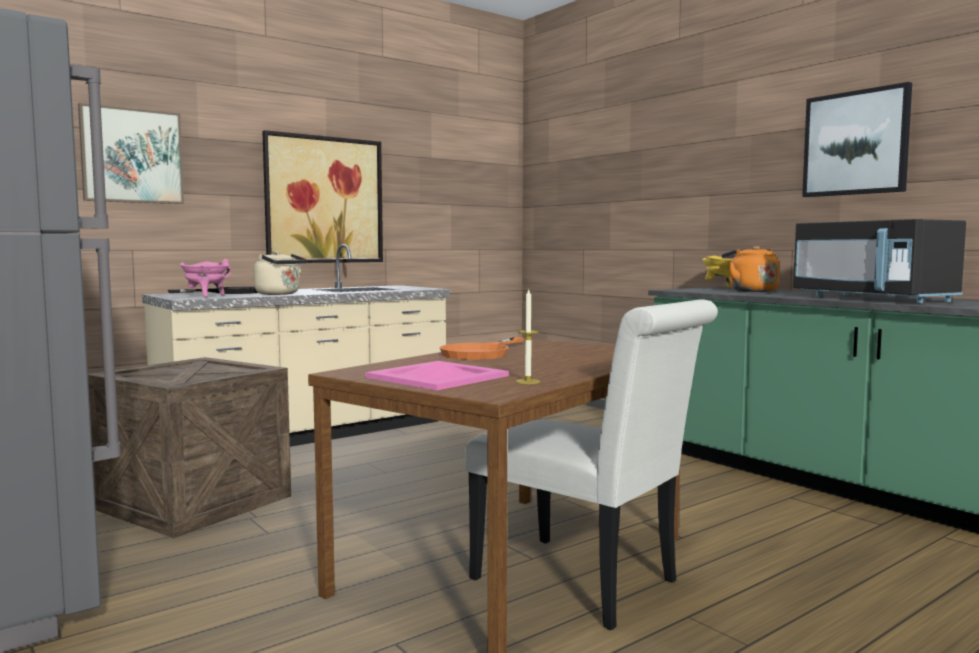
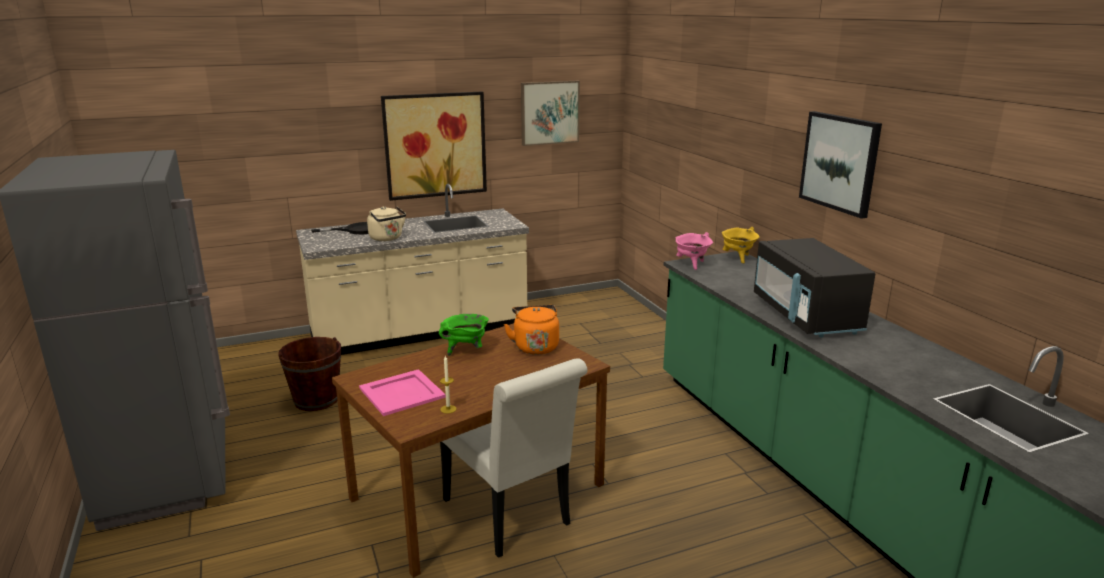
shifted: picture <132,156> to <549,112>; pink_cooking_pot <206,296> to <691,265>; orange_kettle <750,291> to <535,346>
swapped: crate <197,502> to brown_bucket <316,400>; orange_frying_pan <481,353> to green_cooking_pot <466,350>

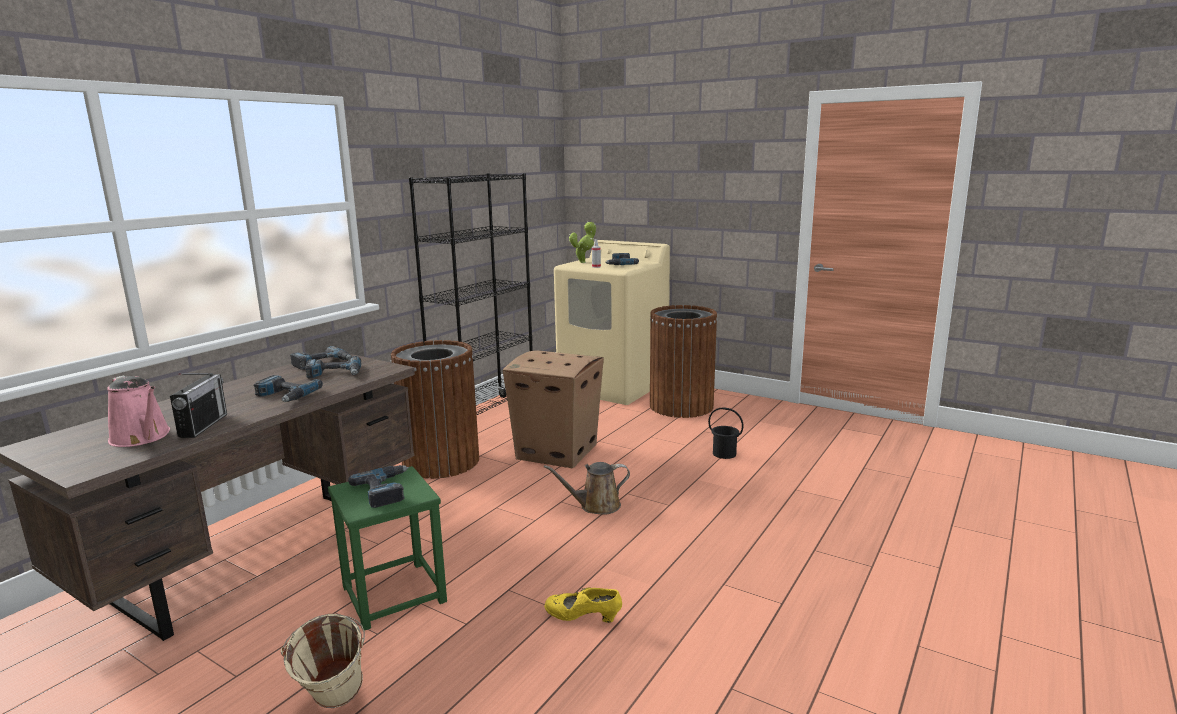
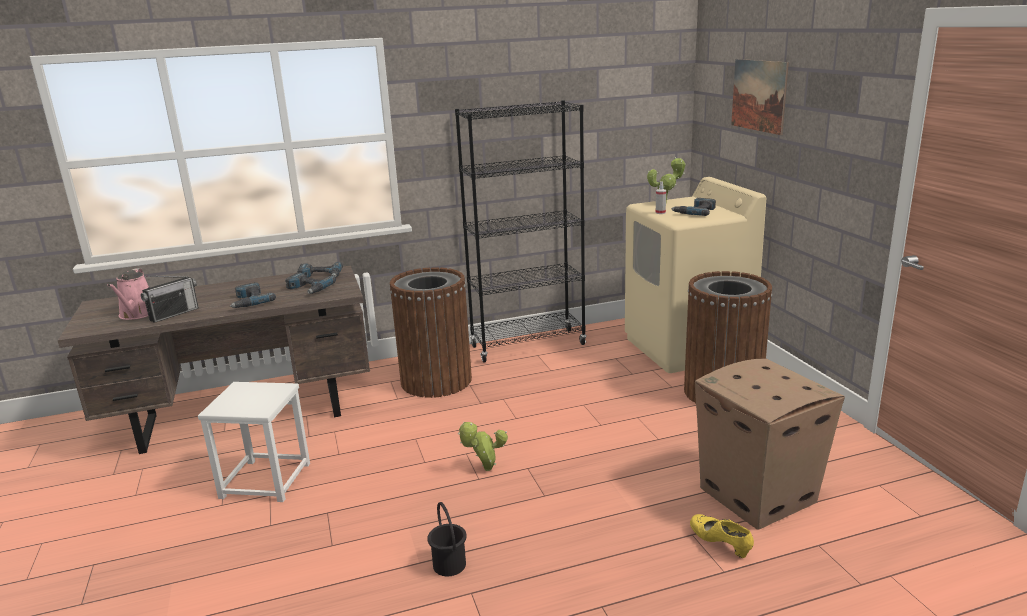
gone: beige_bucket <333,705>; power_drill <386,490>
new: picture <759,95>
shifted: cardboard_box <558,451> to <758,495>; yellow_shoe <583,618> to <720,544>; black_bucket <724,454> to <449,565>
swapped: brown_watering_can <596,506> to potted_plant <485,469>
repainted: green_stool <394,595> to white_stool <265,481>

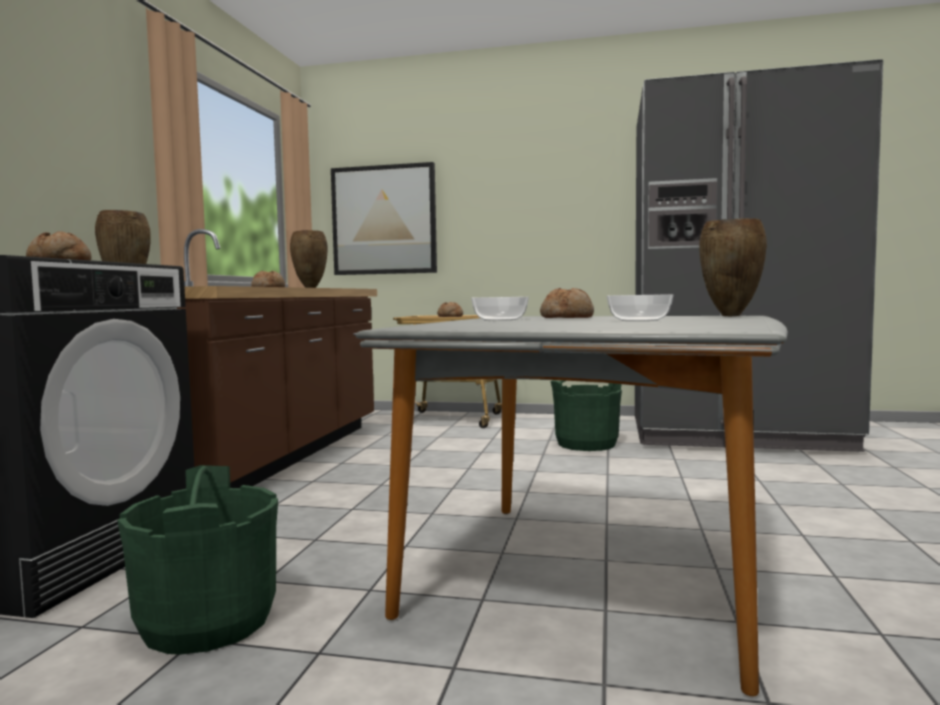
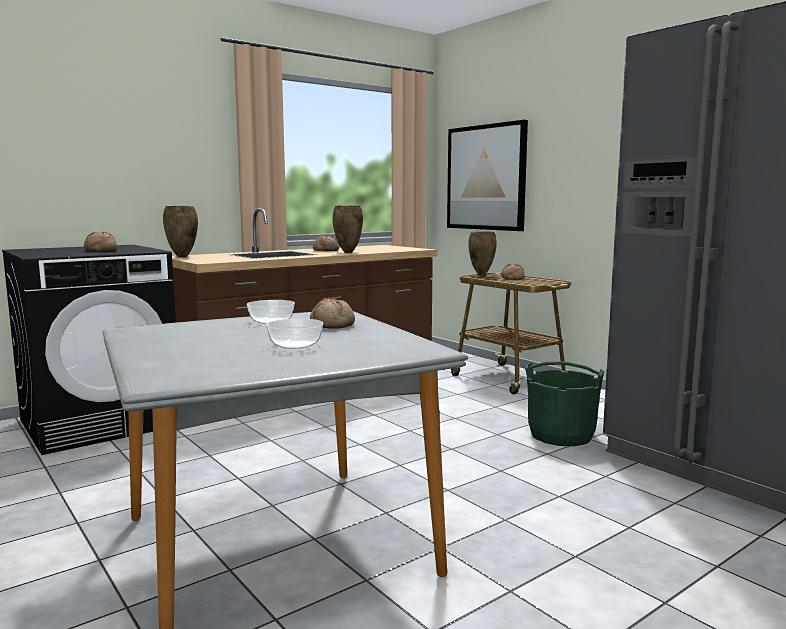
gone: green_bucket <206,621>
shifted: brown_vase <731,316> to <481,274>

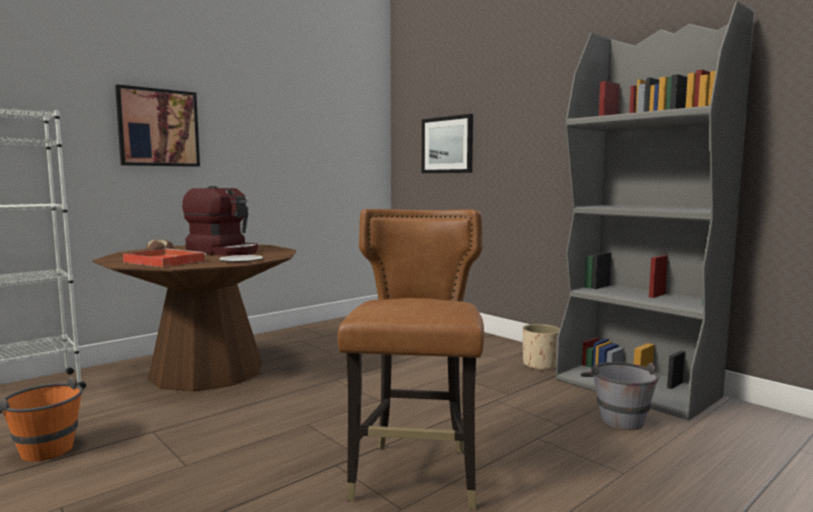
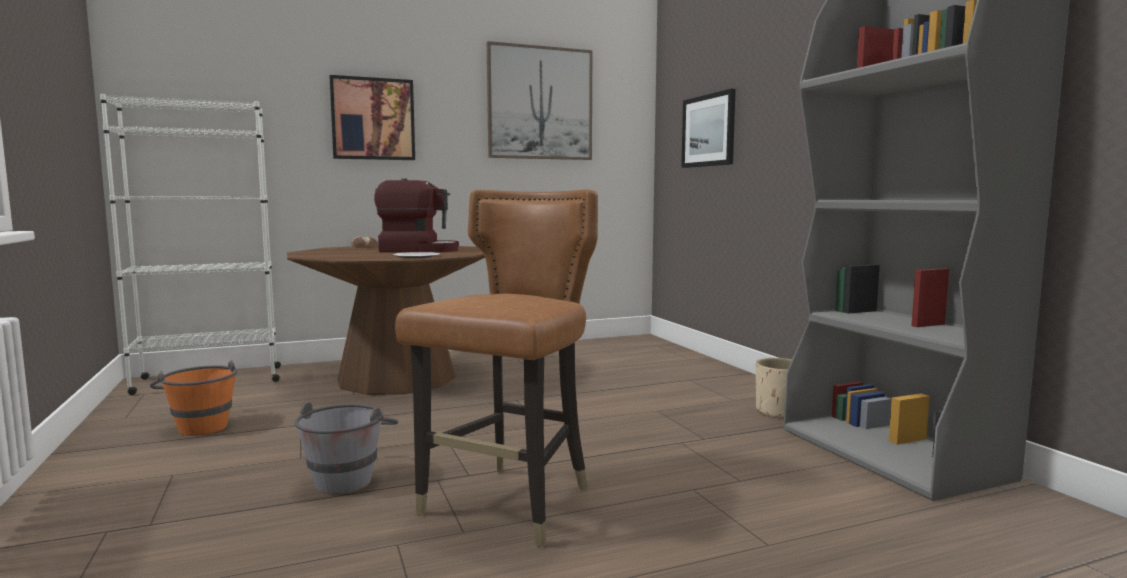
gone: red_tray <163,261>
new: picture <540,103>
shifted: grey_bucket <617,417> to <349,478>
rotated: coffee_machine <224,252> = <419,250> 45 degrees counterclockwise

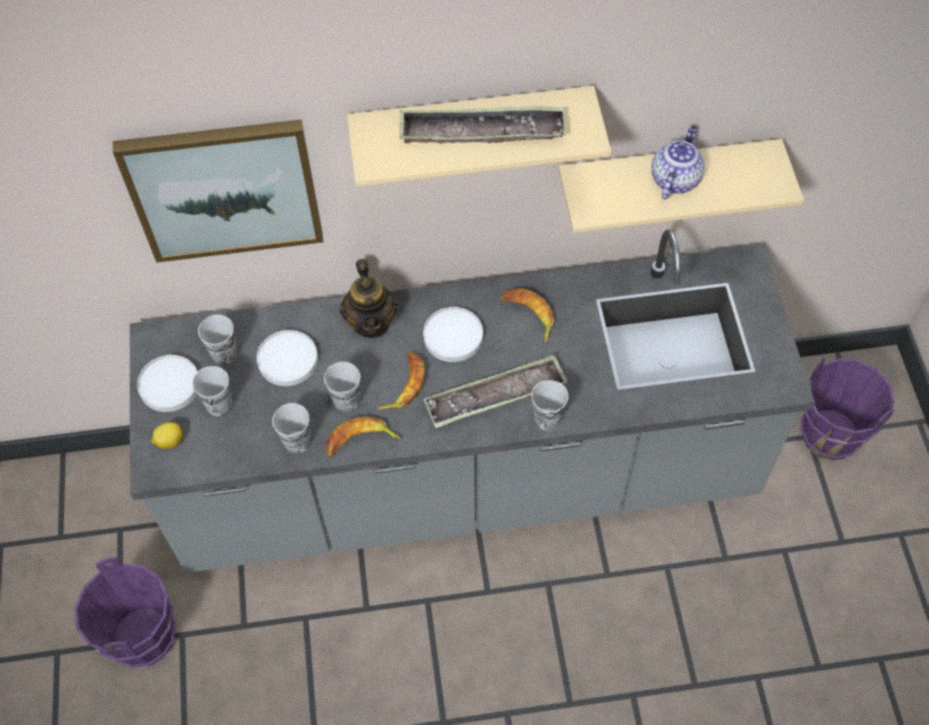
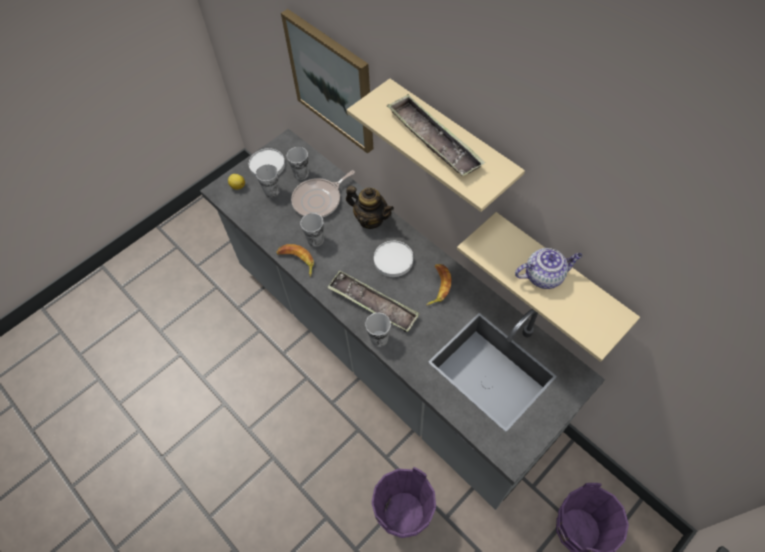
gone: cup <297,442>; banana <403,385>
shifted: purple_bucket <145,637> to <404,513>
swapped: white_plate <288,360> to frying_pan <319,200>
rotated: teapot <371,322> = <370,219> 105 degrees counterclockwise

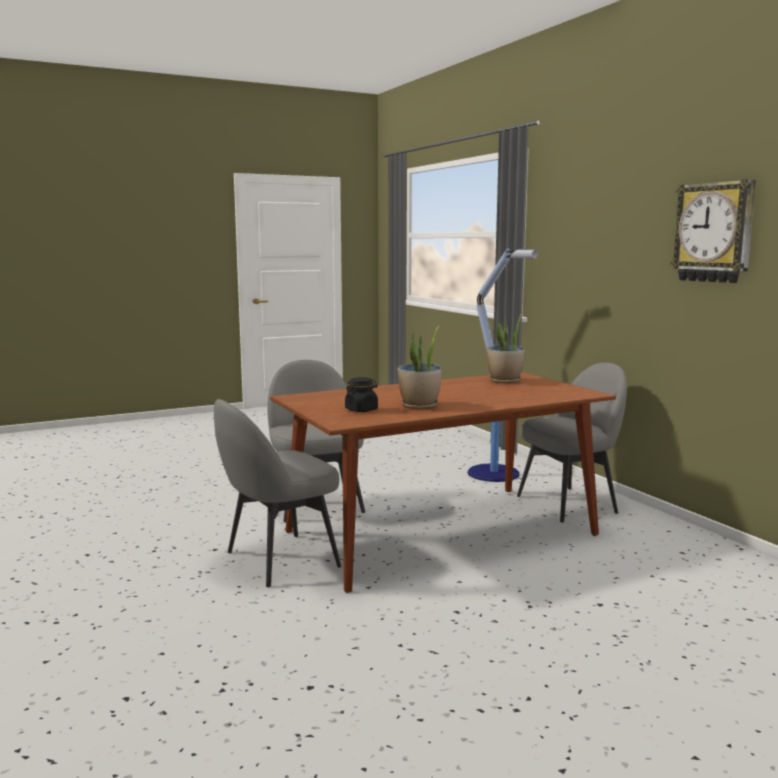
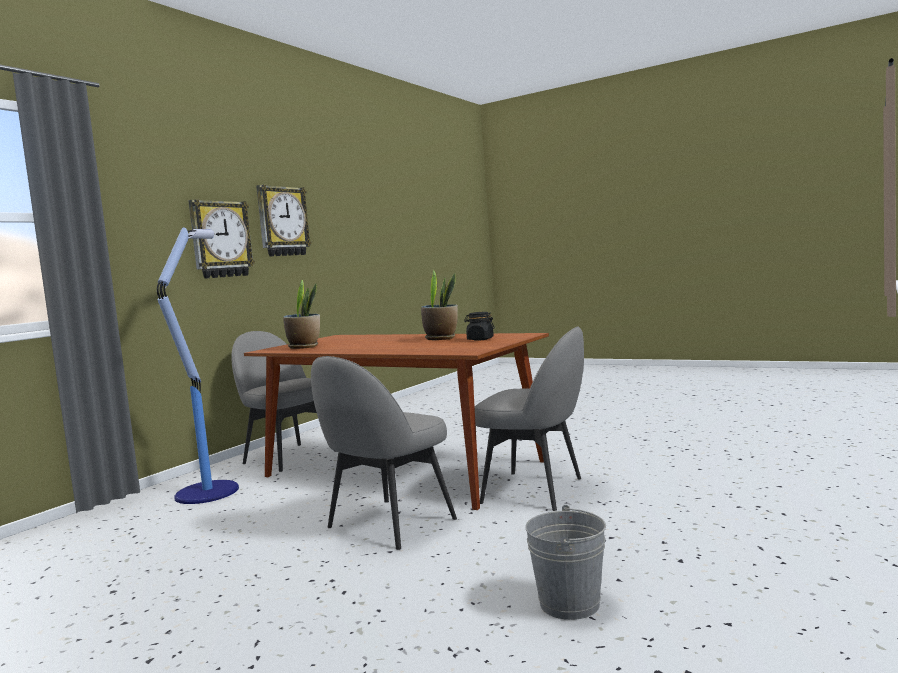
new: wall_clock <220,239>; grey_bucket <569,604>

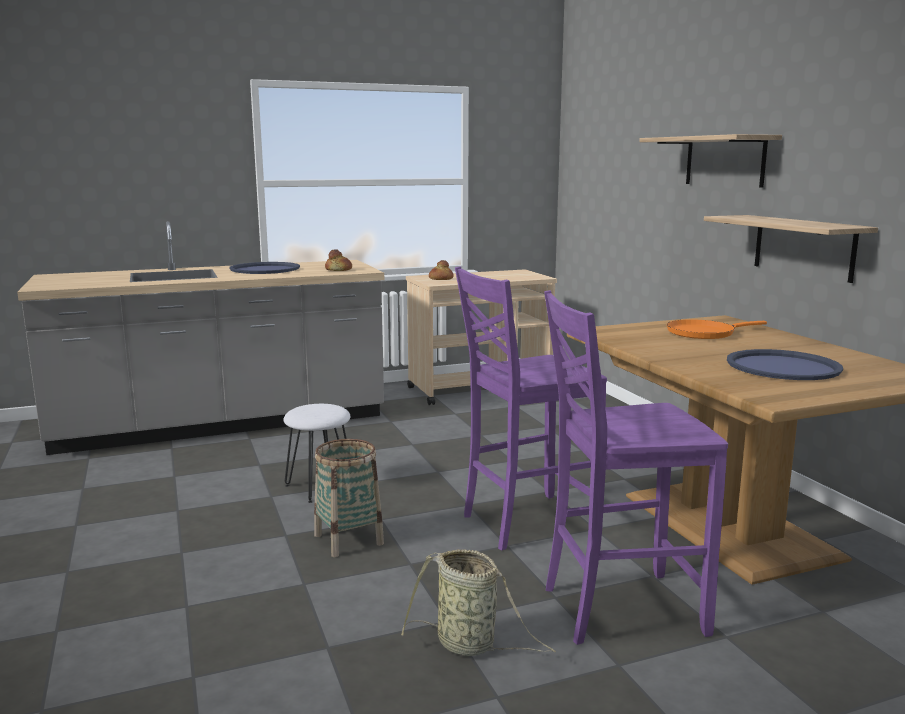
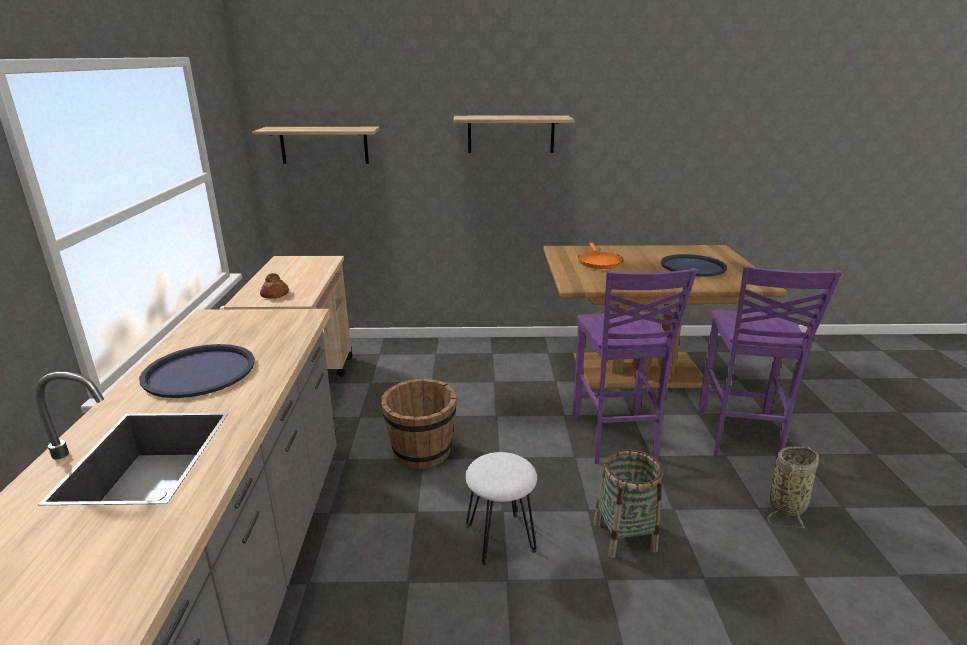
gone: bread <339,269>
new: brown_bucket <421,452>
shifted: shelf <803,247> to <324,145>

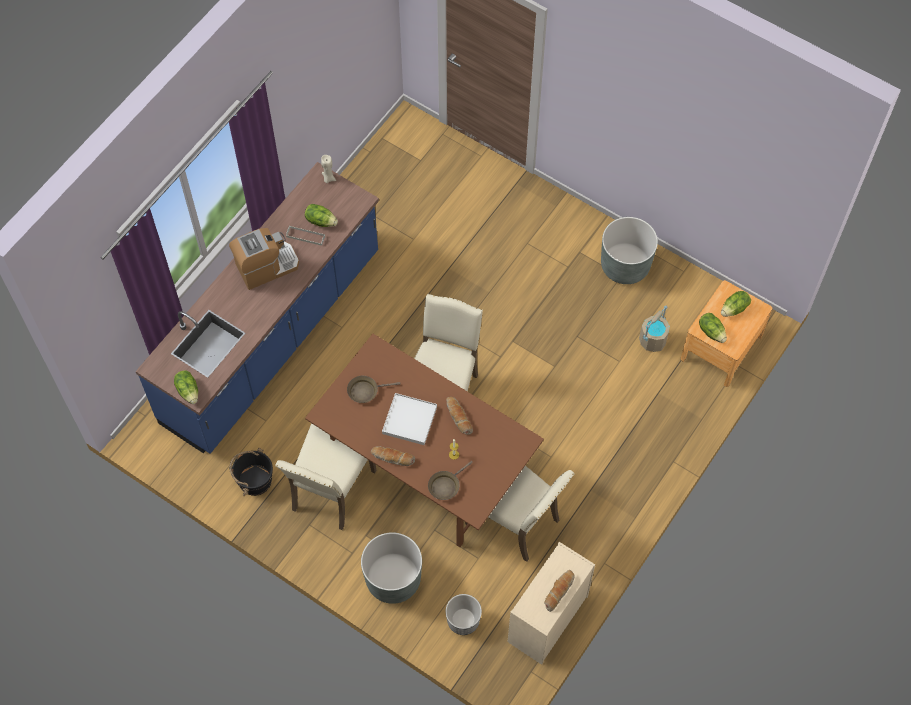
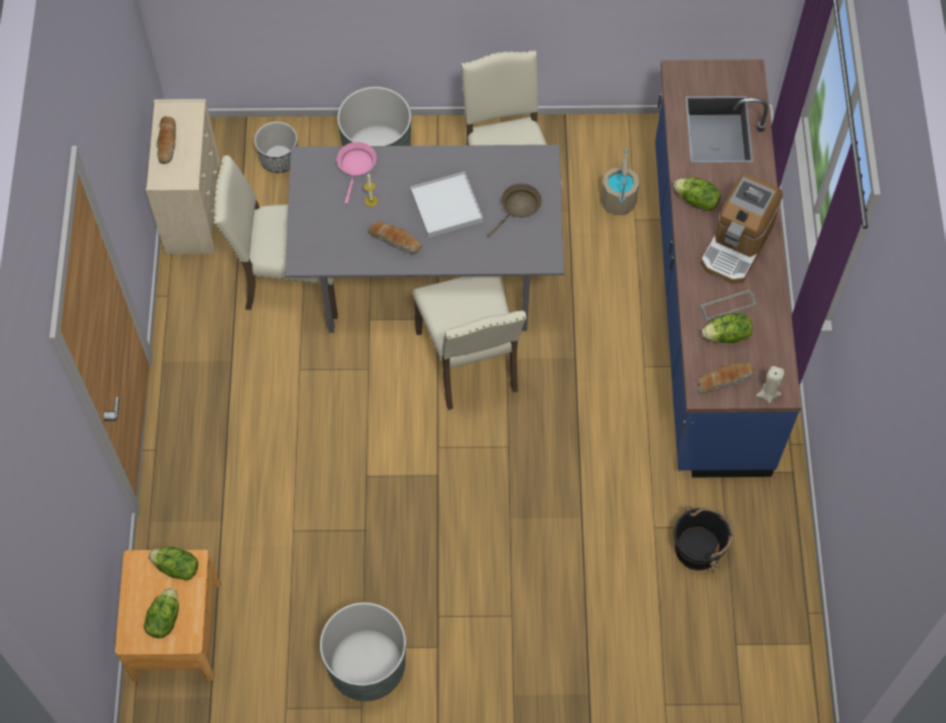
shifted: lettuce <188,391> to <696,201>; black_bucket <254,480> to <698,548>; bread <393,458> to <724,380>; beige_bucket <652,340> to <618,201>
repainted: brown_dining_table <424,468> to grey_dining_table <429,274>; brown_frying_pan <445,485> to pink_frying_pan <356,166>

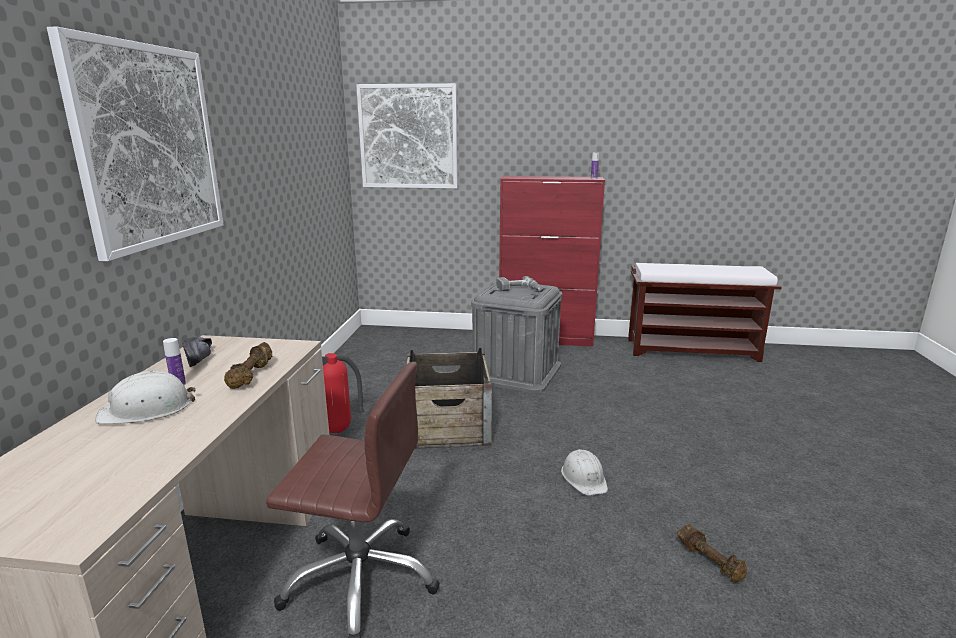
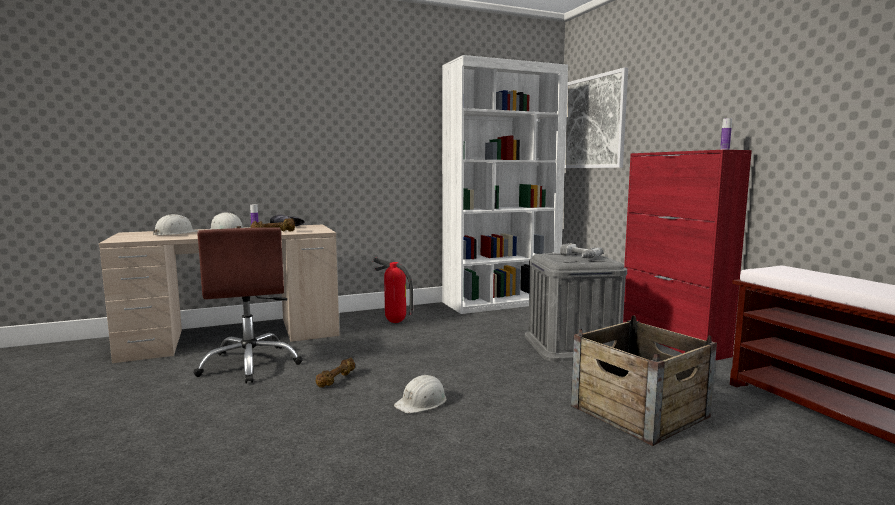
gone: picture <149,146>
new: white_hard_hat <175,234>; white_bookcase <501,302>
shifted: crate <448,425> to <639,411>; brown_dumbbell <710,561> to <336,380>

